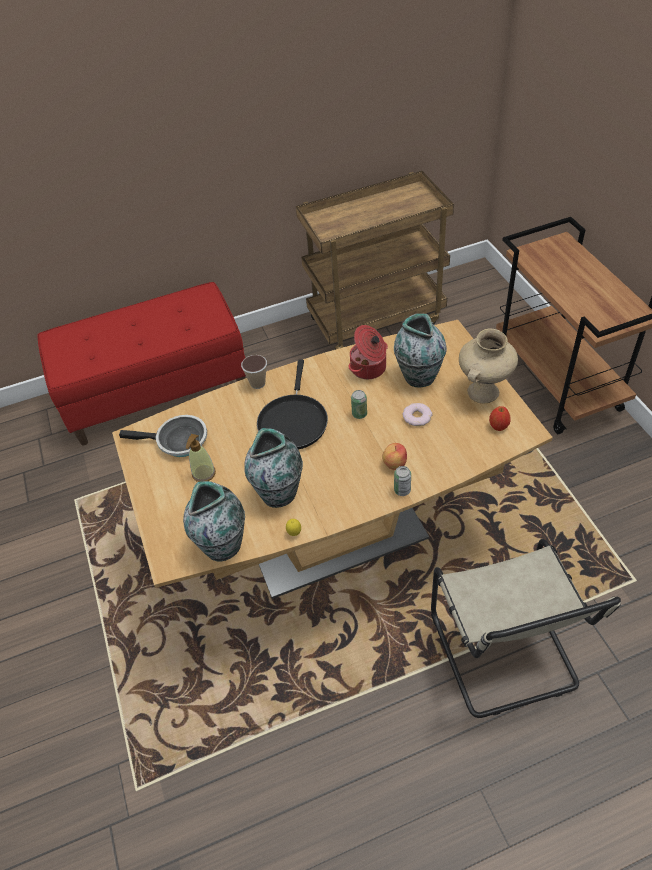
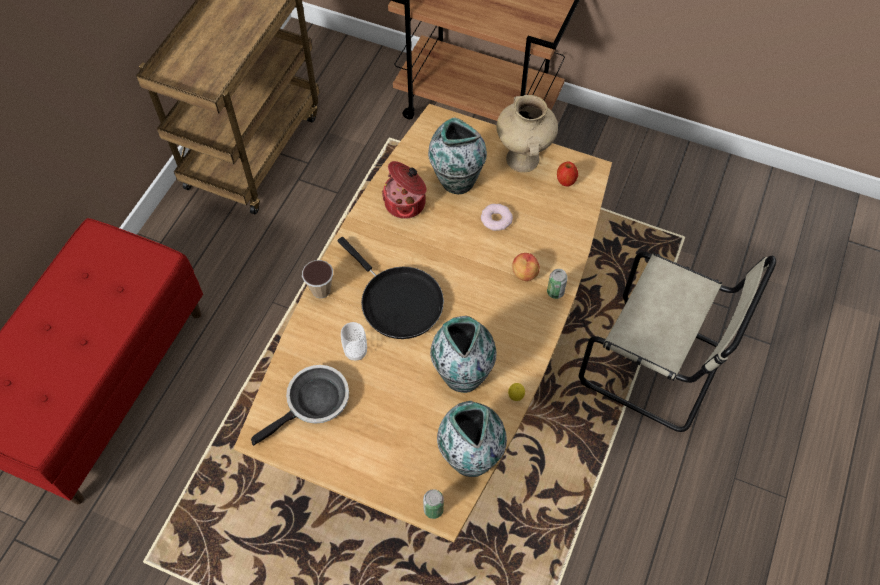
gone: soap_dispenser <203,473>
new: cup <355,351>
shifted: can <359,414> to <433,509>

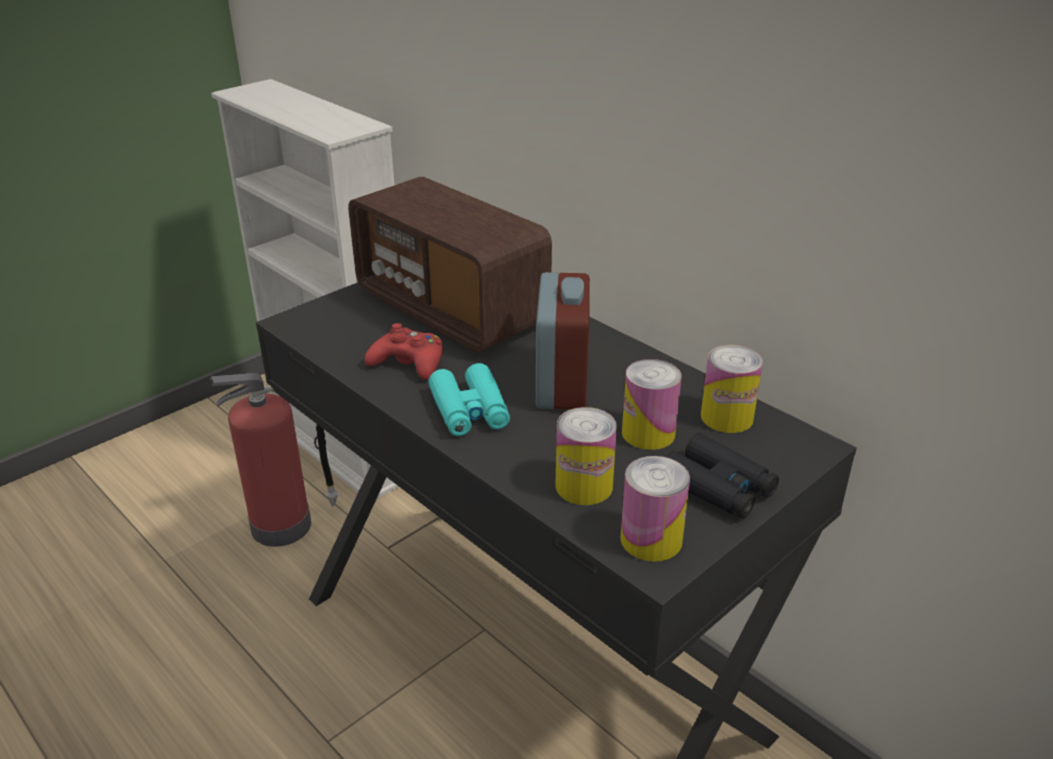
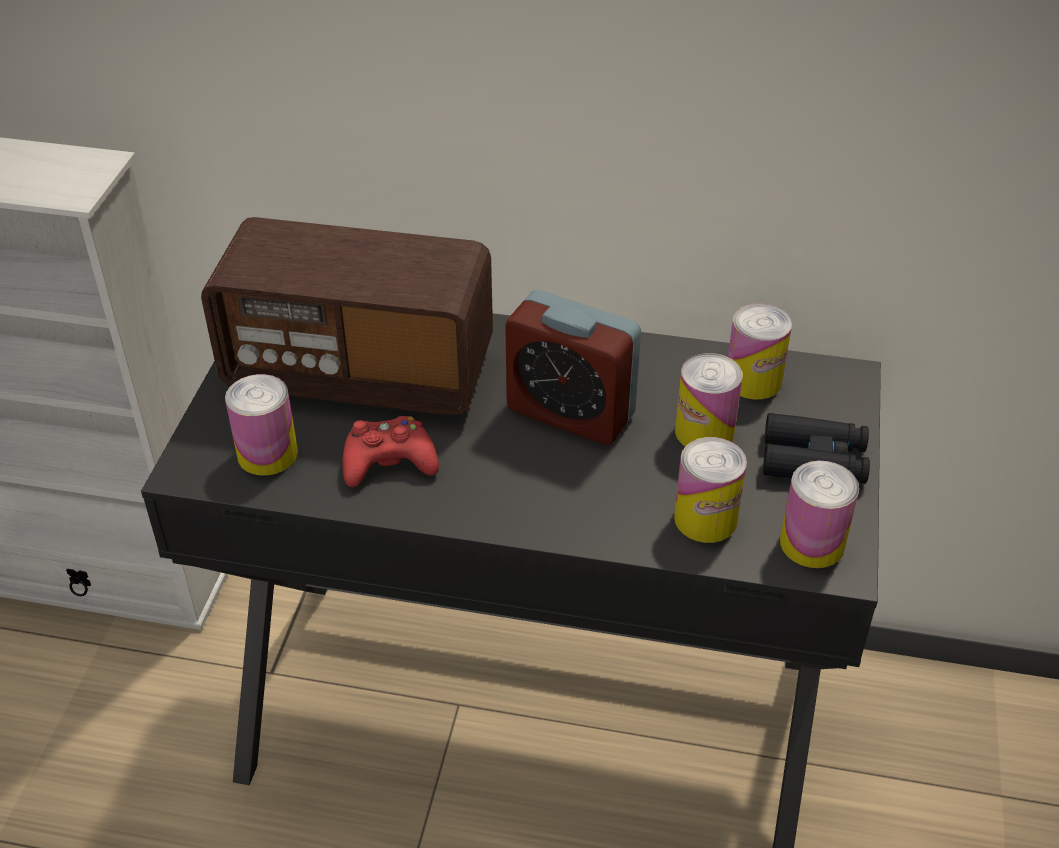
gone: fire_extinguisher <285,525>; turquoise_binoculars <469,410>
new: can <267,454>
rotated: alarm_clock <561,383> = <570,412> 150 degrees clockwise

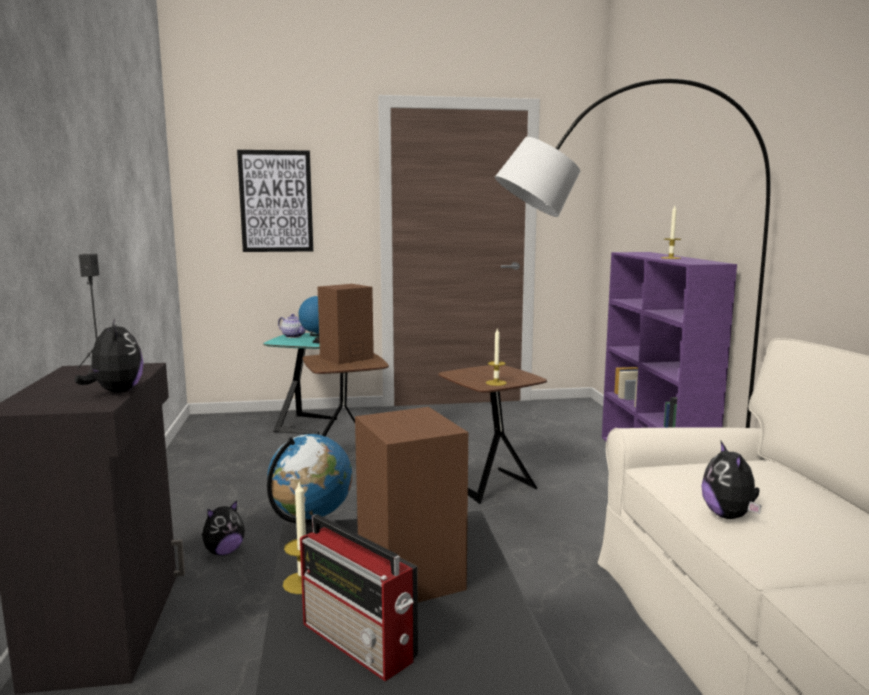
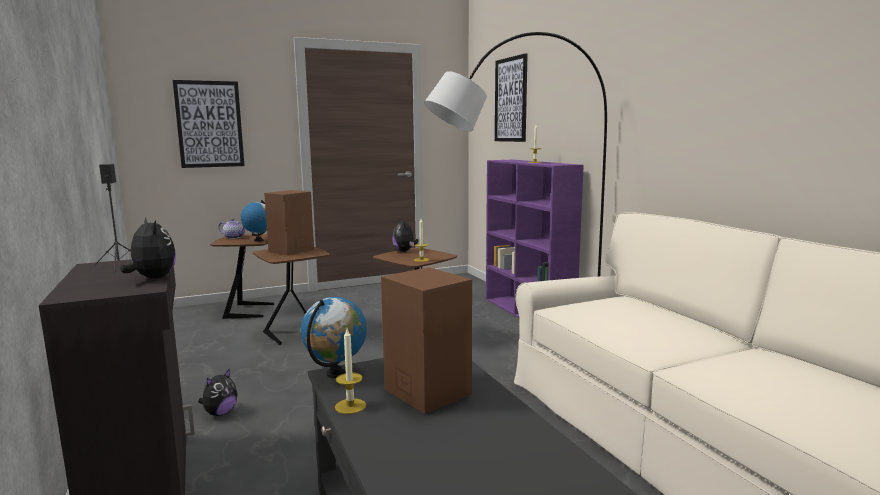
gone: radio <360,643>
new: picture <511,100>
shifted: plush_toy <729,516> to <404,251>
repainted: turquoise_side_table <308,425> to brown_side_table <251,311>

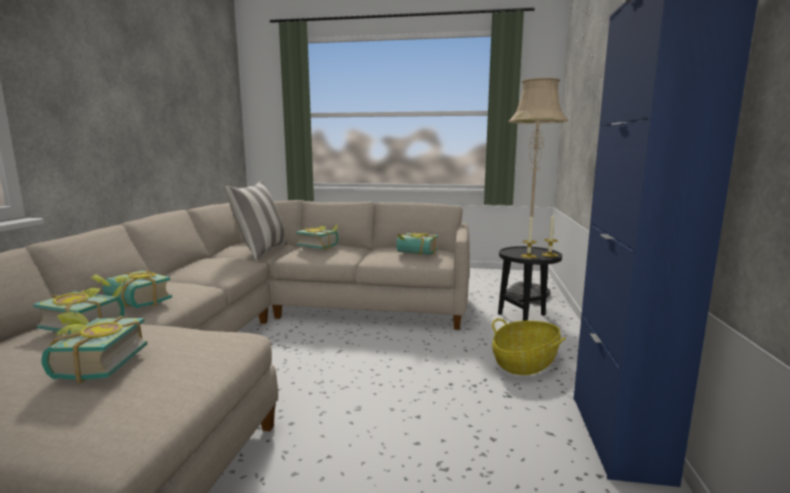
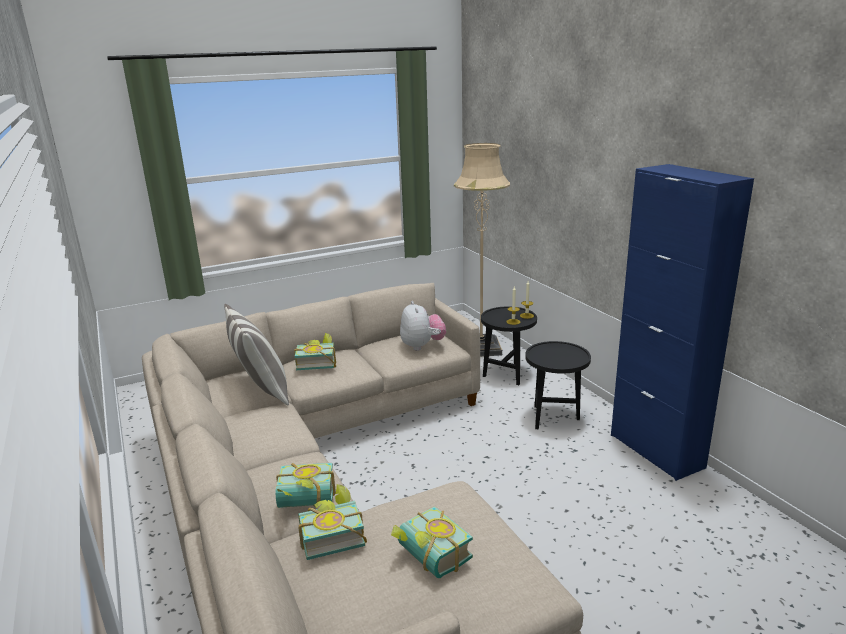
swapped: book <415,254> to plush_toy <422,346>; basket <525,363> to black_side_table <554,418>

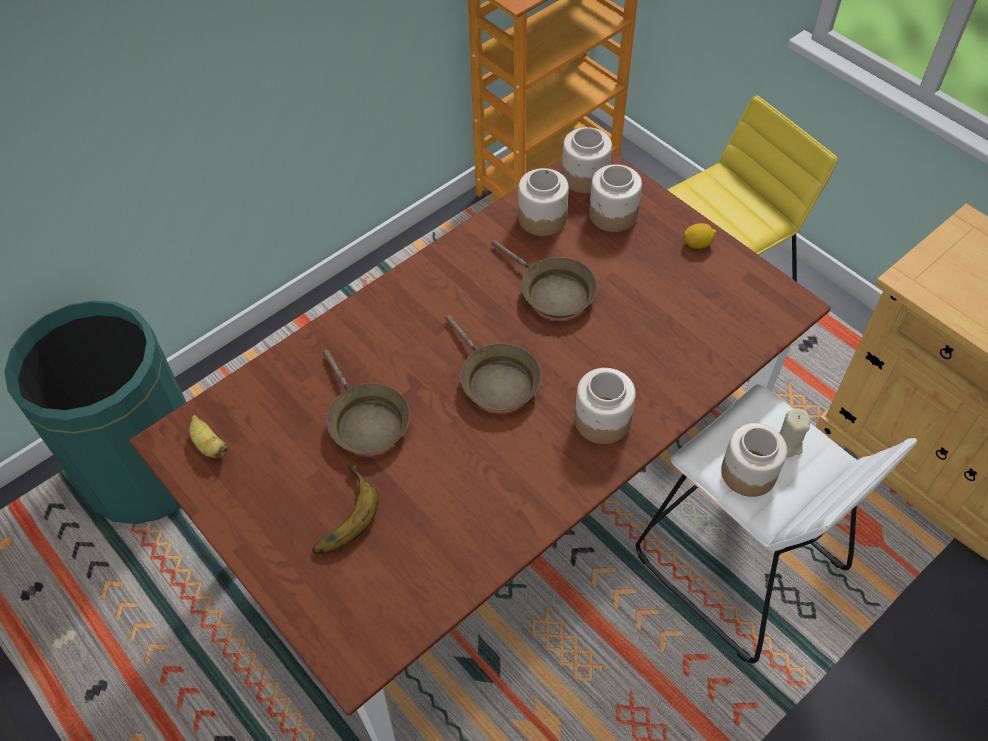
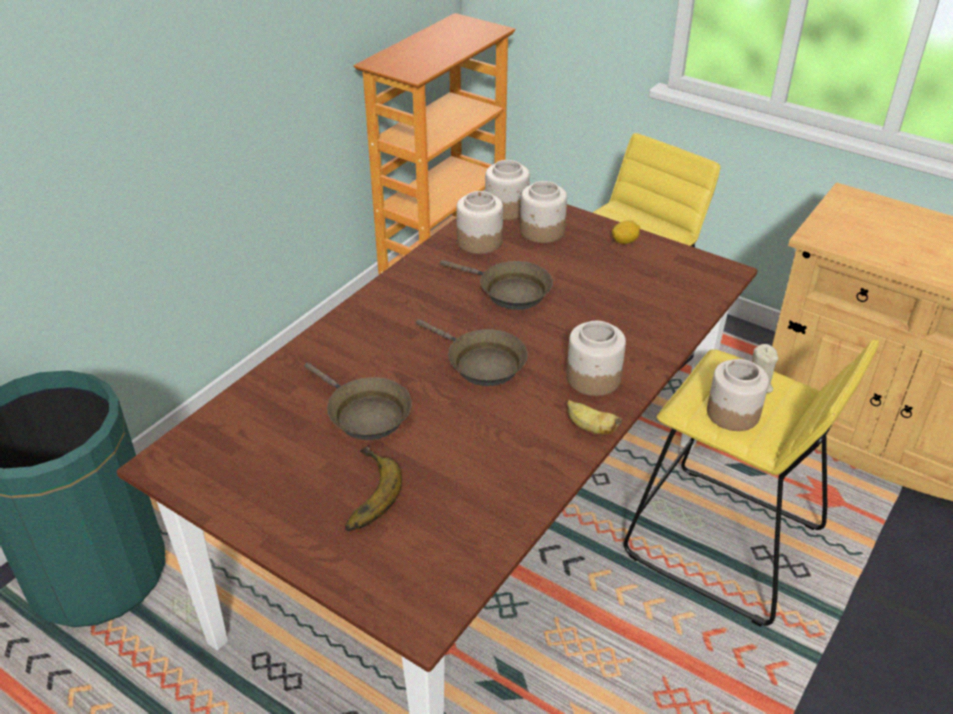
shifted: banana <209,445> to <590,428>
repainted: white_stool <738,563> to yellow_stool <722,544>

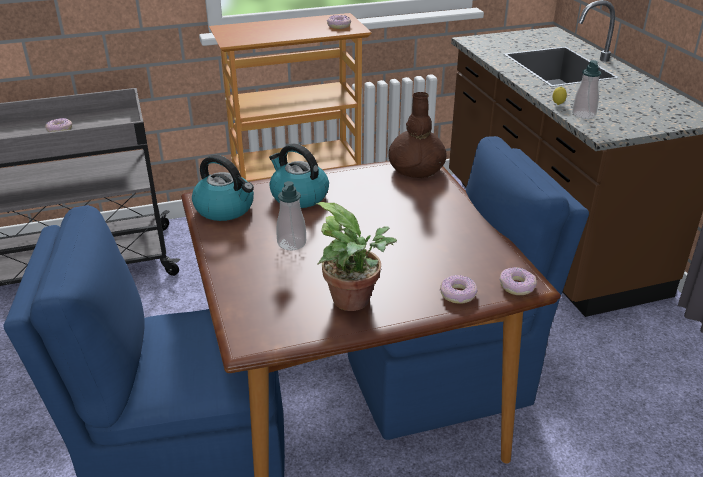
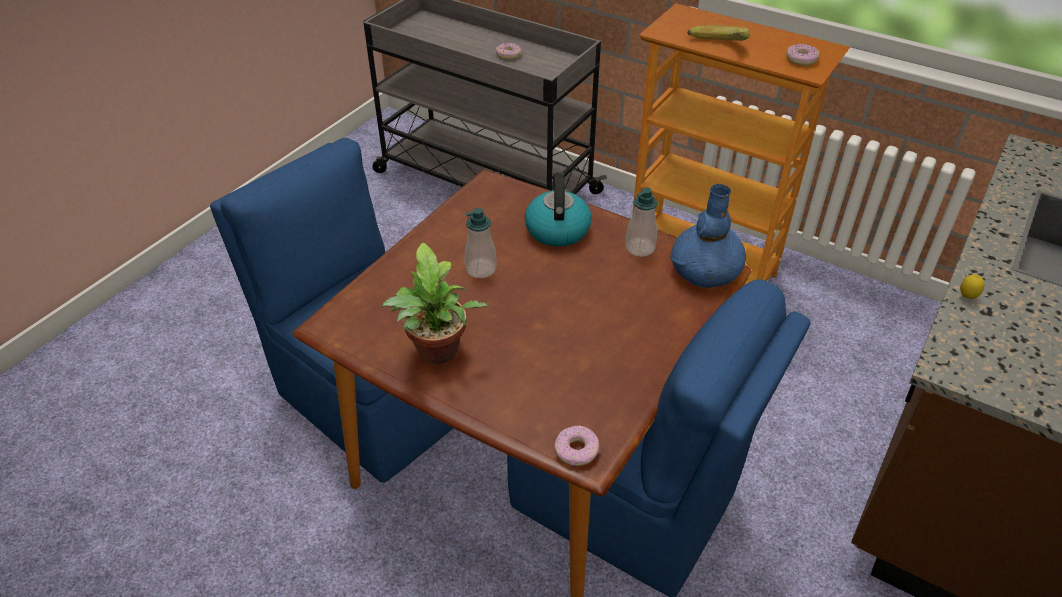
gone: kettle <225,209>; donut <458,294>
new: banana <716,49>
shifted: soap_dispenser <583,114> to <640,248>
repainted: brown_vase <416,169> to blue_vase <705,271>

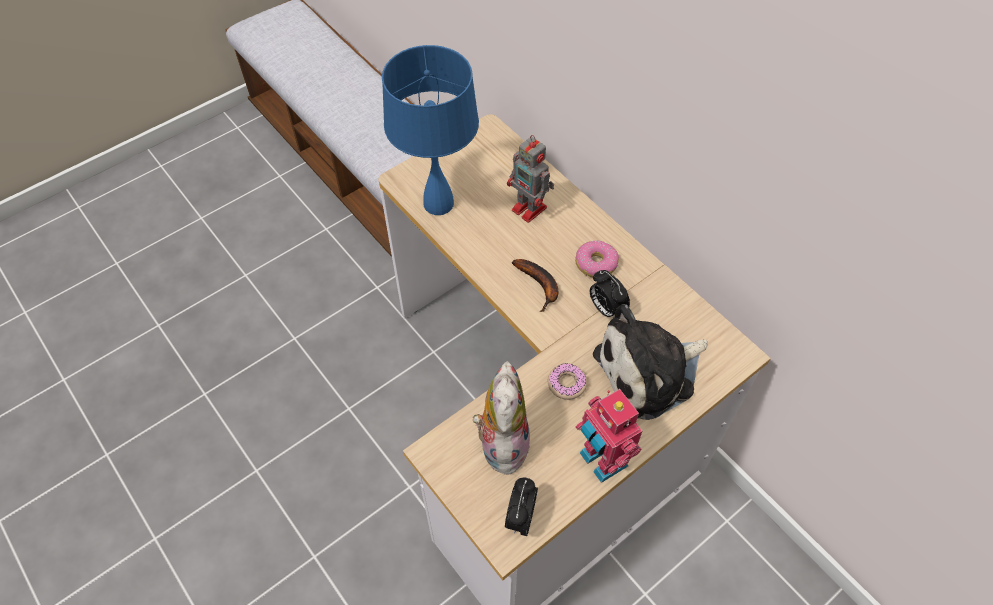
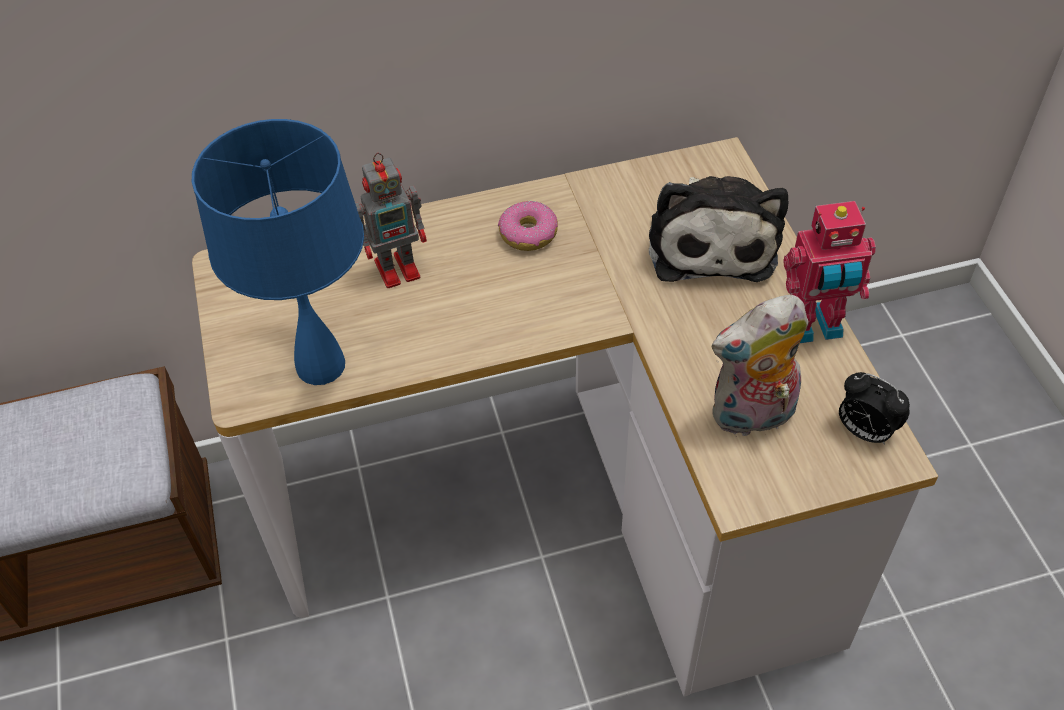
gone: banana <540,286>; donut <566,384>; alarm_clock <605,308>
rotated: plush_toy <501,442> = <752,417> 45 degrees counterclockwise

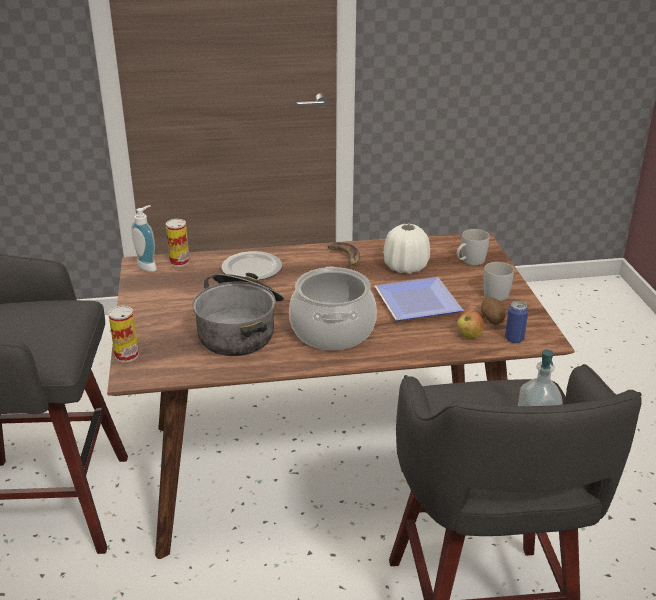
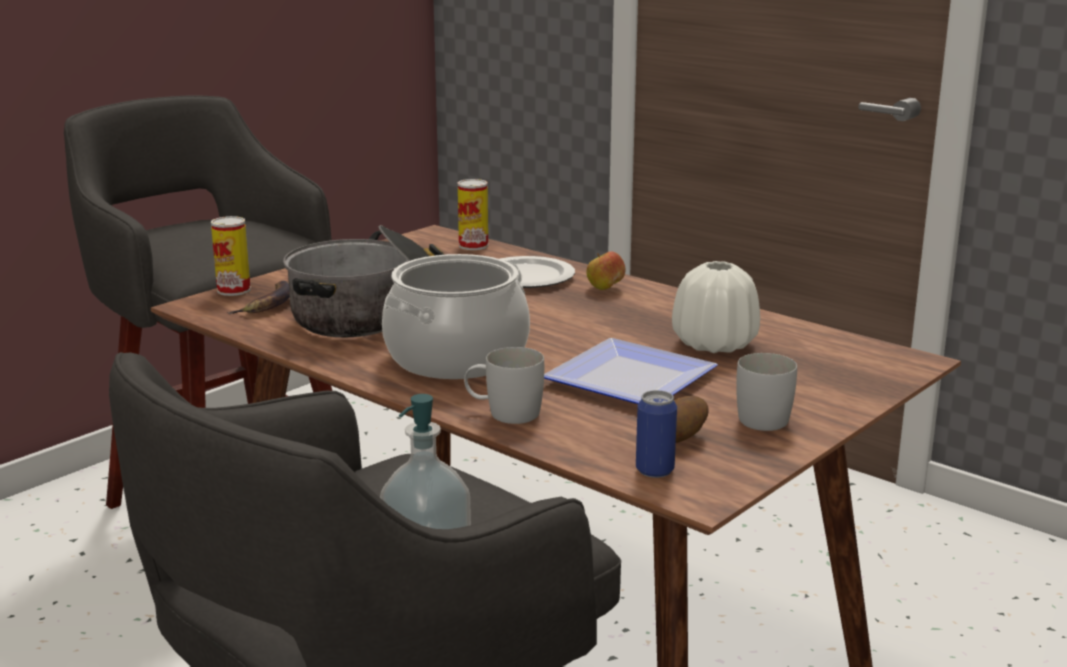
gone: soap_dispenser <149,266>
shifted: banana <344,257> to <268,304>; white_mug <469,261> to <504,413>; apple <469,336> to <605,288>

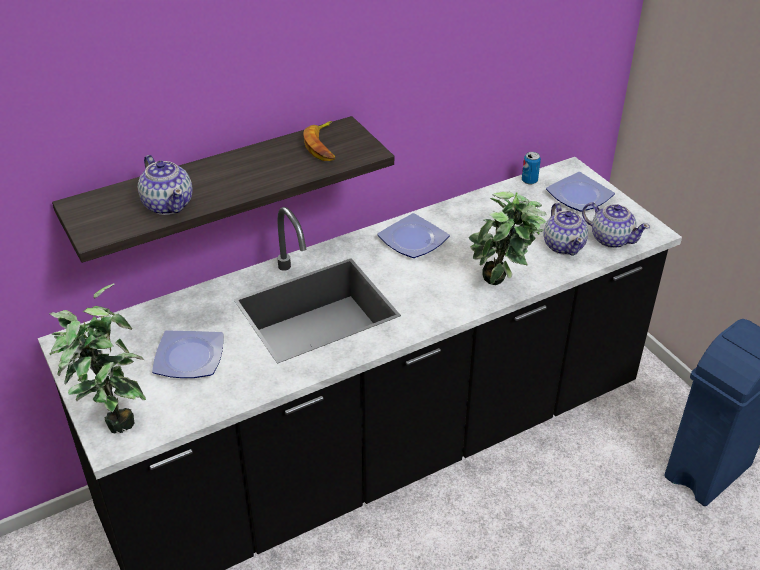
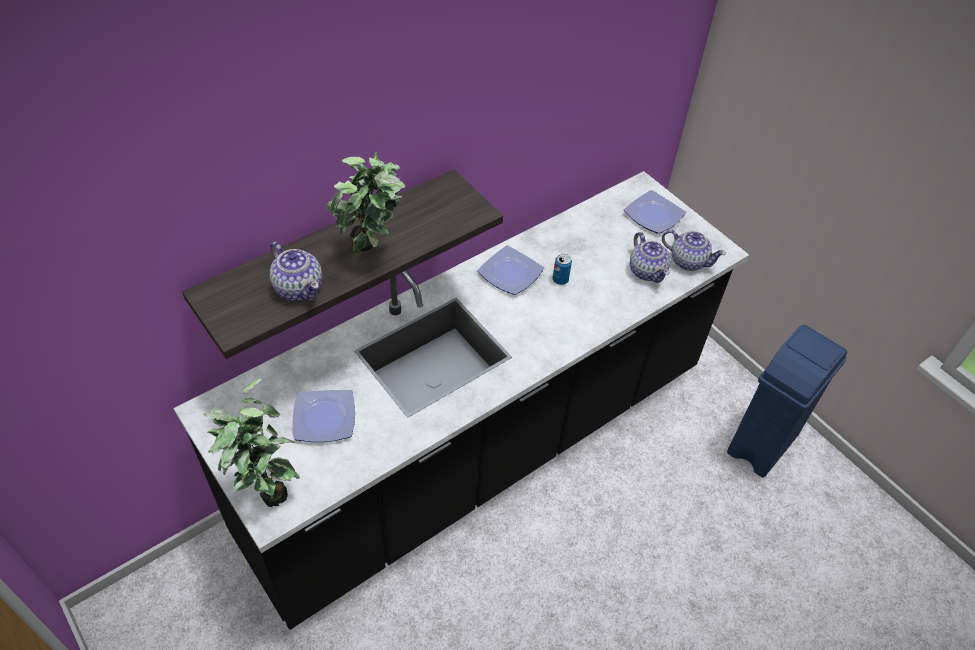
gone: banana <323,146>
shifted: potted_plant <501,288> to <371,255>; can <529,181> to <560,280>

